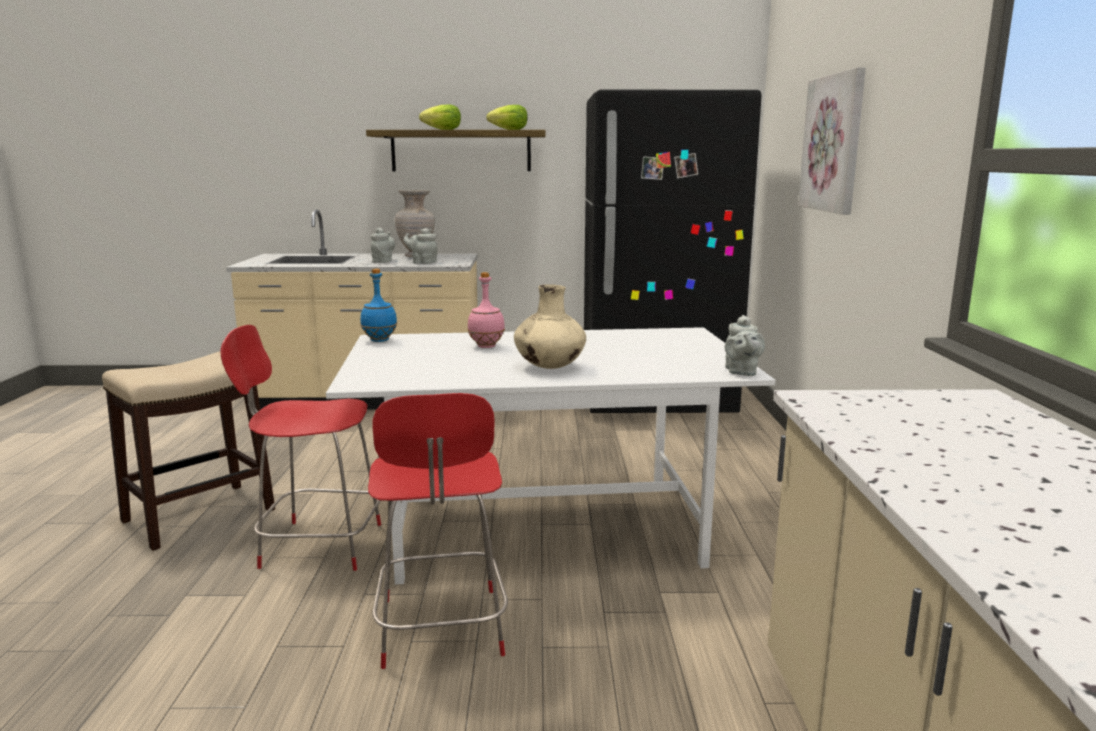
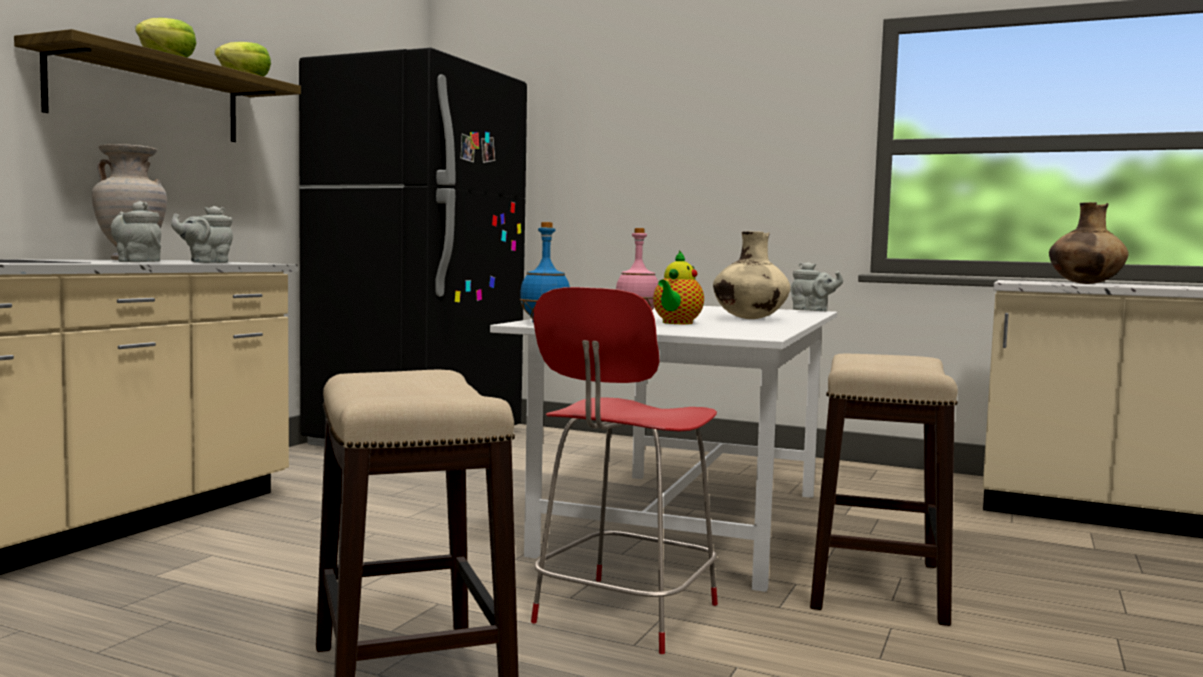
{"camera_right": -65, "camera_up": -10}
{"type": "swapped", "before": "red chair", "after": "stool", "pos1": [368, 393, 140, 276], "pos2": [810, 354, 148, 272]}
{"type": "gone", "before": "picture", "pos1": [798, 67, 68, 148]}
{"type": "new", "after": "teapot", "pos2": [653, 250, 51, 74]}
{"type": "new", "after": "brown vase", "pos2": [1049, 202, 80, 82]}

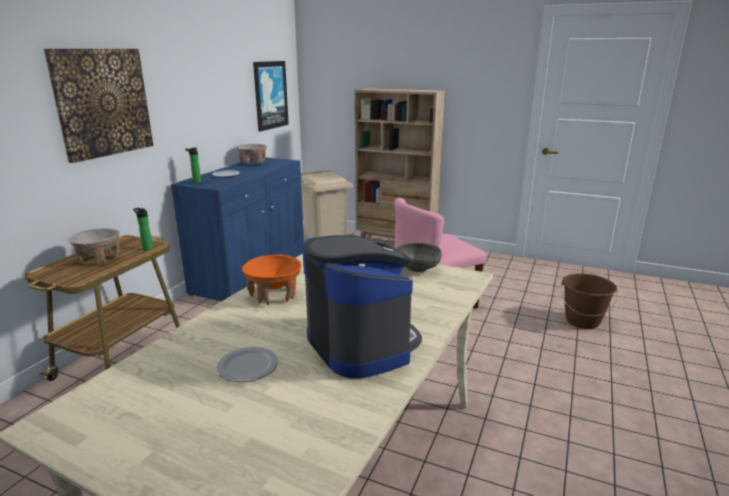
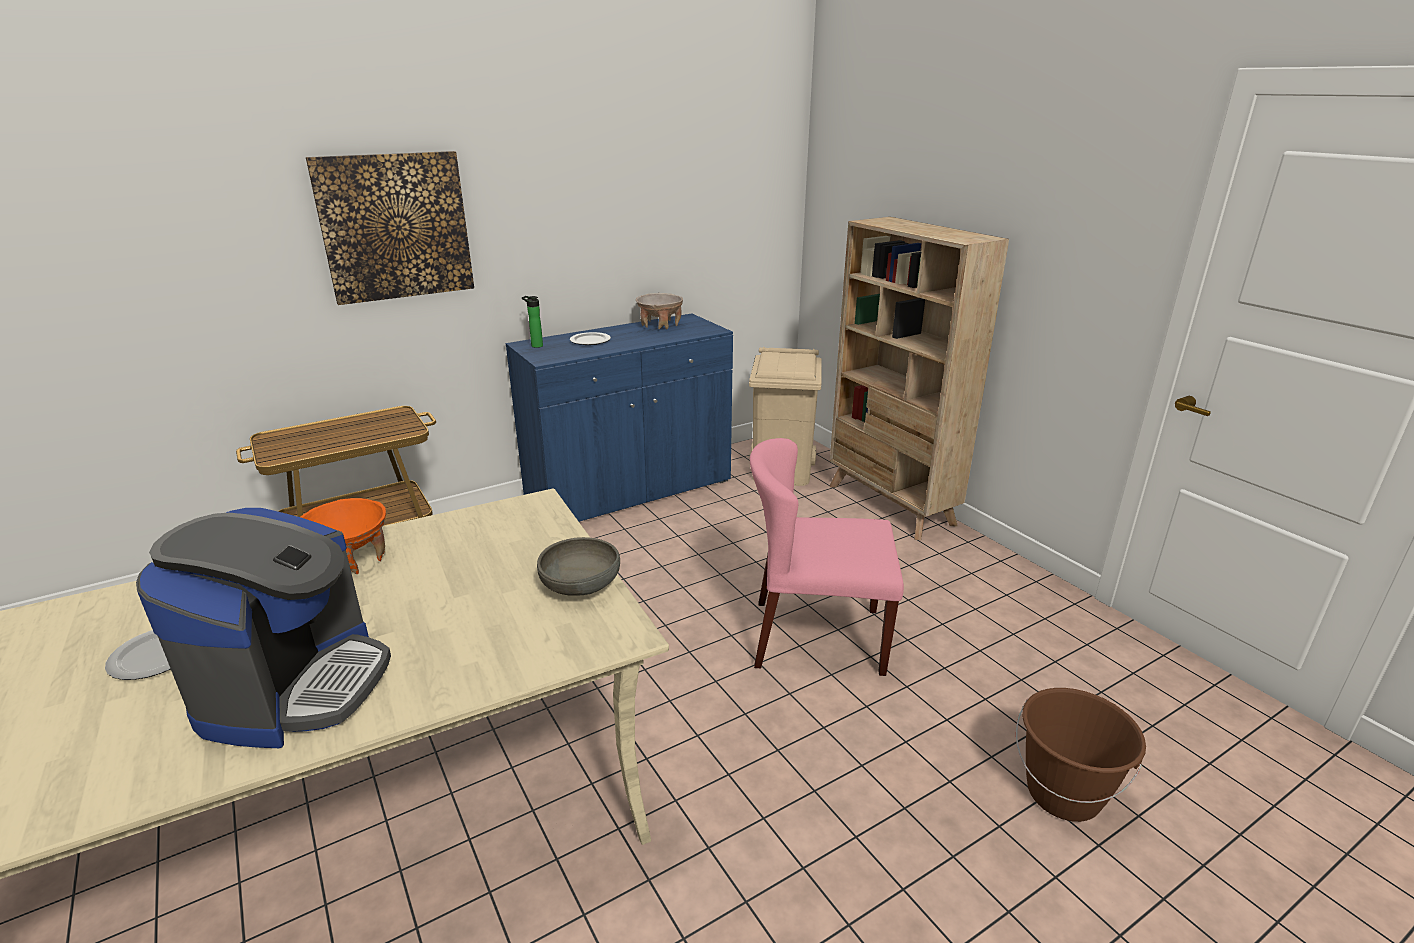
{"camera_right": 35, "camera_up": 5}
{"type": "gone", "before": "beige bowl", "pos1": [69, 228, 51, 37]}
{"type": "gone", "before": "bottle", "pos1": [133, 208, 20, 43]}
{"type": "gone", "before": "picture", "pos1": [253, 61, 36, 71]}

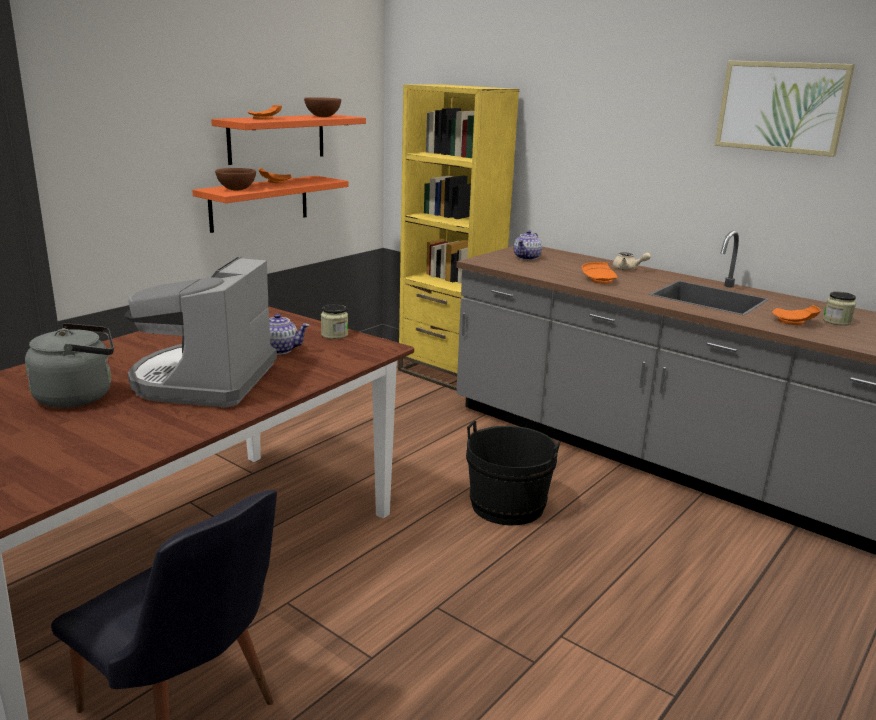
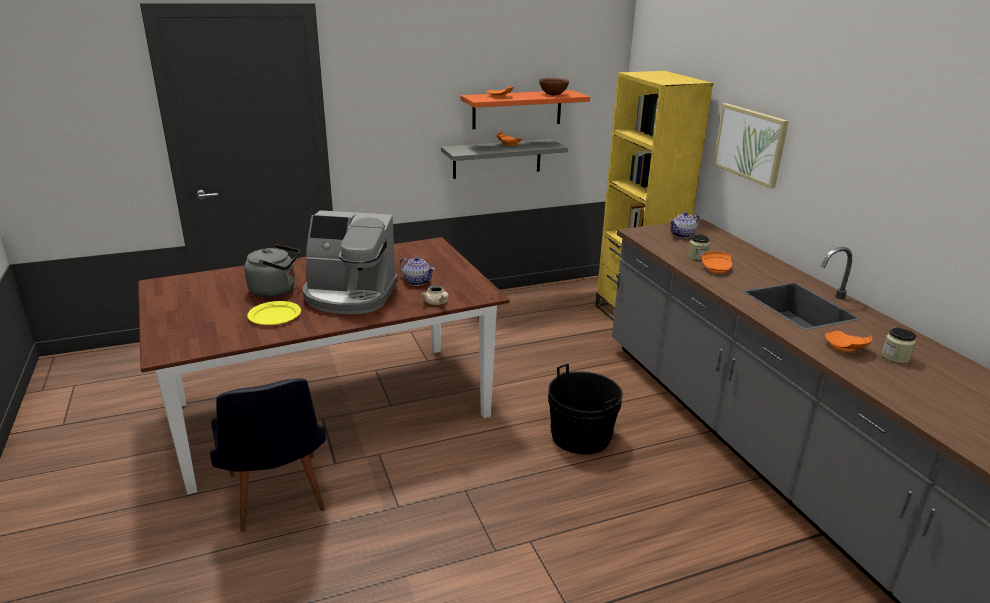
{"camera_right": 30, "camera_up": 5}
{"type": "rotated", "before": "coffee machine", "pos1": [125, 257, 152, 151], "pos2": [303, 210, 95, 104], "turn": -120}
{"type": "repainted", "before": "orange shelf", "after": "grey shelf", "pos1": [192, 175, 157, 58], "pos2": [441, 139, 127, 40]}
{"type": "gone", "before": "brown bowl", "pos1": [215, 168, 41, 23]}
{"type": "shifted", "before": "jar", "pos1": [321, 304, 27, 35], "pos2": [688, 234, 22, 27]}
{"type": "shifted", "before": "beige teapot", "pos1": [613, 252, 38, 18], "pos2": [421, 285, 28, 20]}
{"type": "shifted", "before": "picture", "pos1": [715, 61, 140, 96], "pos2": [713, 103, 76, 86]}
{"type": "new", "after": "yellow plate", "pos2": [247, 301, 54, 24]}

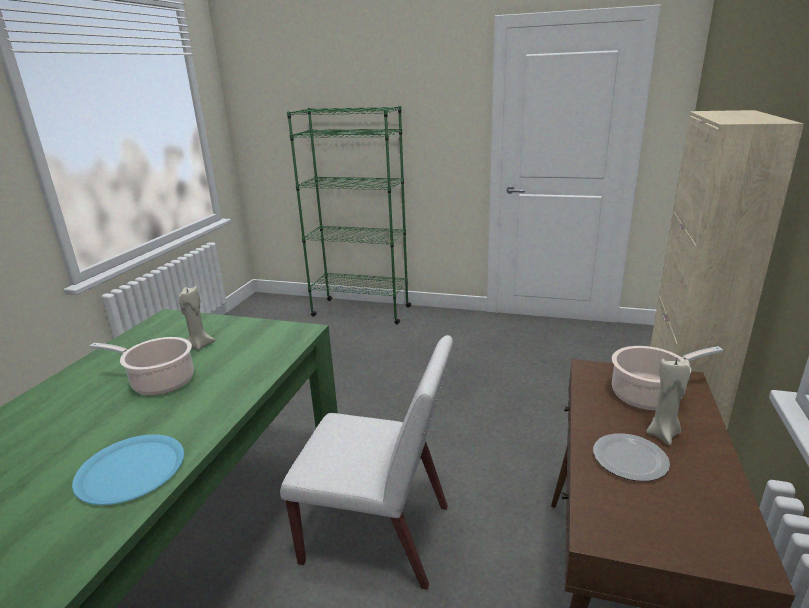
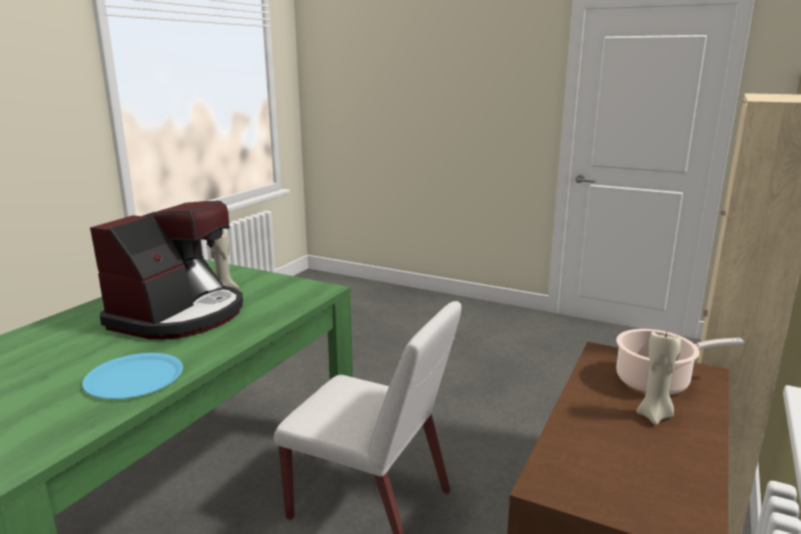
{"camera_right": 10, "camera_up": -5}
{"type": "swapped", "before": "cooking pot", "after": "coffee machine", "pos1": [90, 337, 104, 58], "pos2": [90, 201, 153, 138]}
{"type": "gone", "before": "green bookcase", "pos1": [287, 106, 124, 218]}
{"type": "gone", "before": "plate", "pos1": [593, 433, 77, 48]}

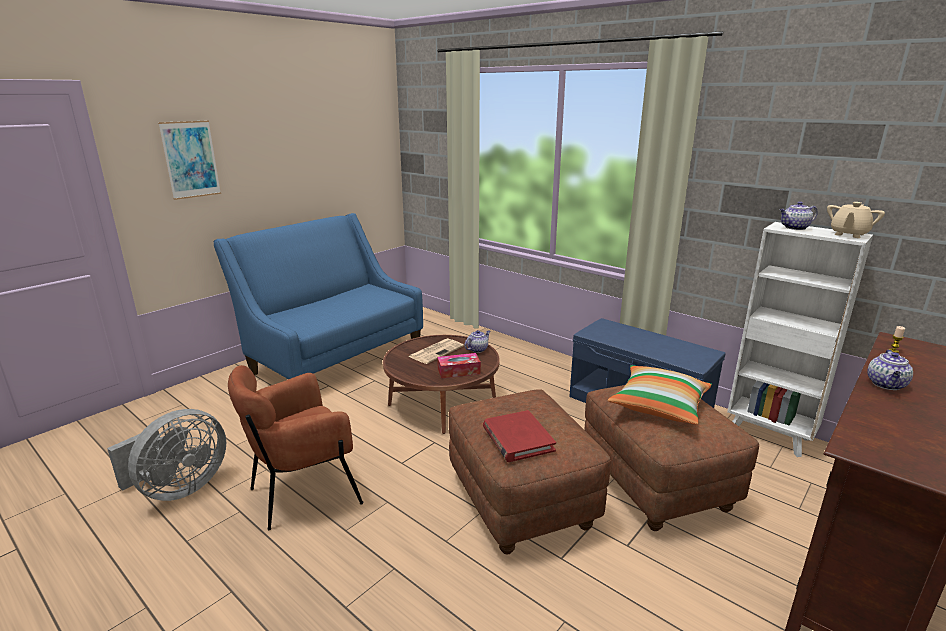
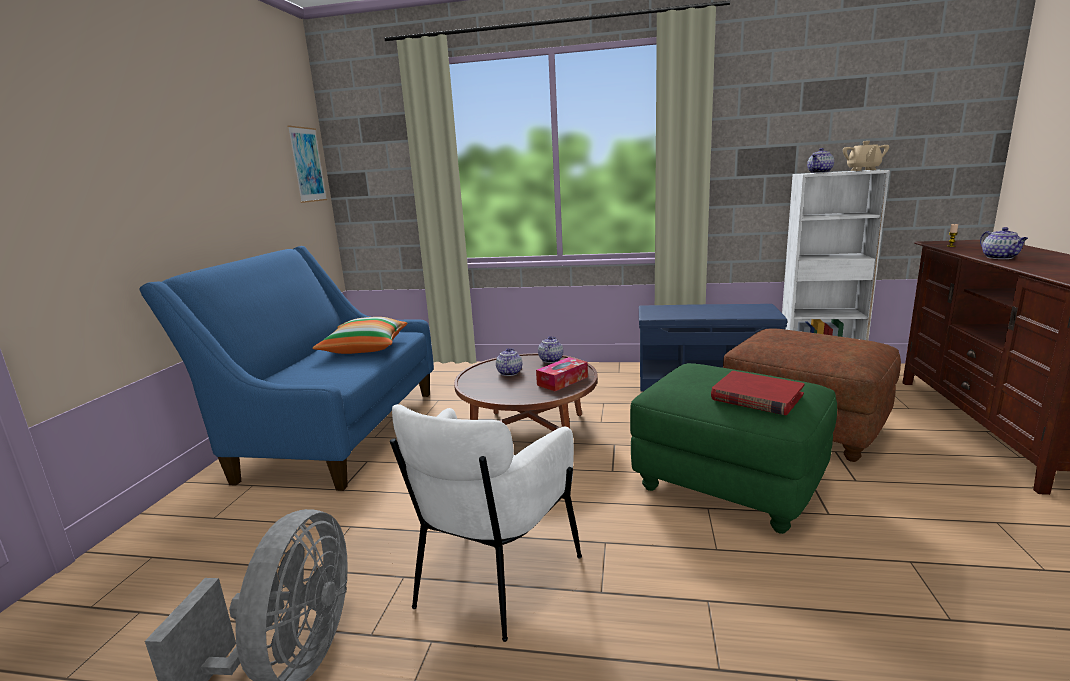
{"camera_right": -30, "camera_up": -5}
{"type": "shifted", "before": "picture", "pos1": [158, 120, 63, 80], "pos2": [287, 126, 40, 77]}
{"type": "repainted", "before": "brown armchair", "after": "white armchair", "pos1": [228, 365, 135, 165], "pos2": [390, 404, 192, 238]}
{"type": "swapped", "before": "newspaper", "after": "teapot", "pos1": [408, 338, 56, 26], "pos2": [496, 348, 26, 28]}
{"type": "repainted", "before": "brown ottoman", "after": "green ottoman", "pos1": [449, 389, 162, 166], "pos2": [630, 363, 207, 171]}
{"type": "shifted", "before": "pillow", "pos1": [608, 365, 104, 60], "pos2": [313, 317, 95, 37]}

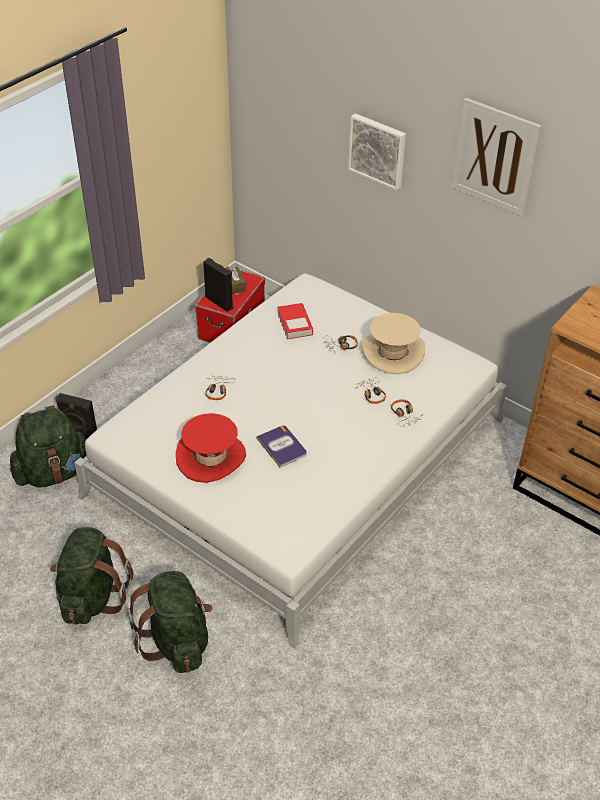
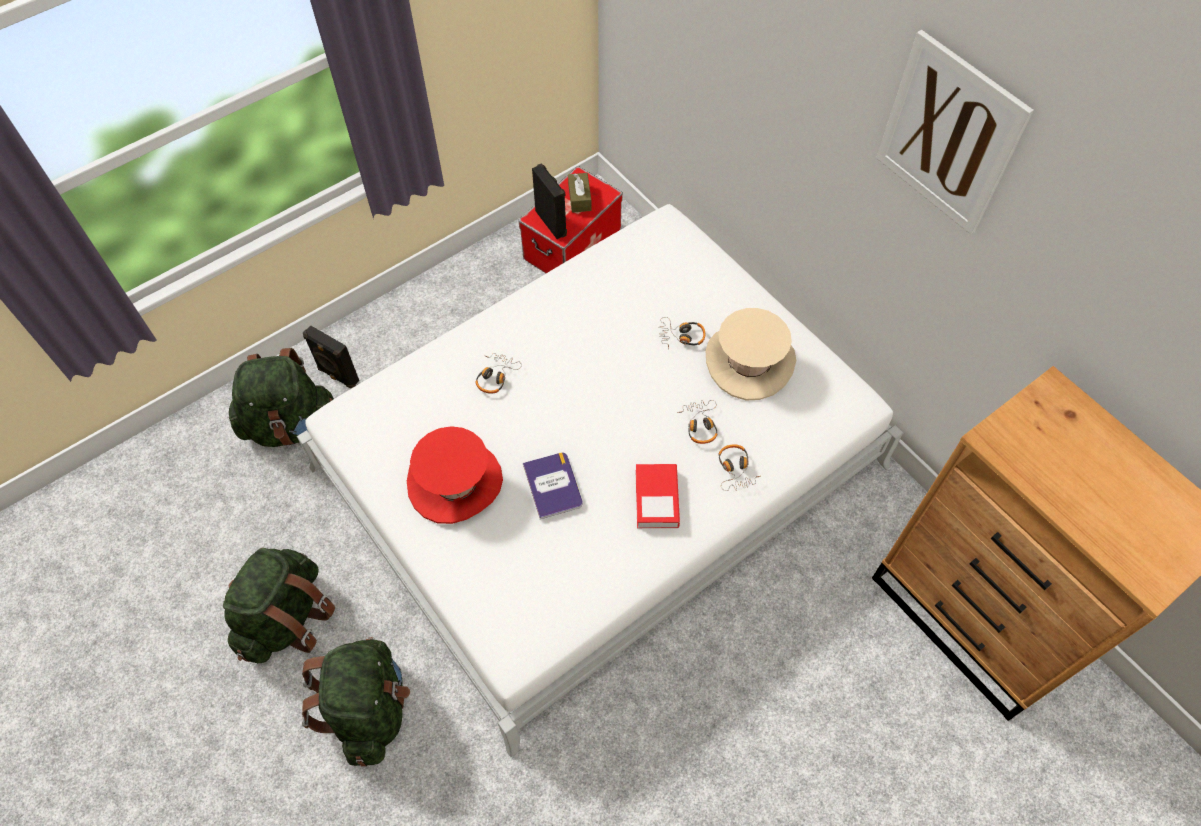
{"camera_right": 15, "camera_up": 15}
{"type": "shifted", "before": "book", "pos1": [277, 303, 36, 36], "pos2": [636, 464, 44, 64]}
{"type": "gone", "before": "picture", "pos1": [348, 113, 58, 77]}

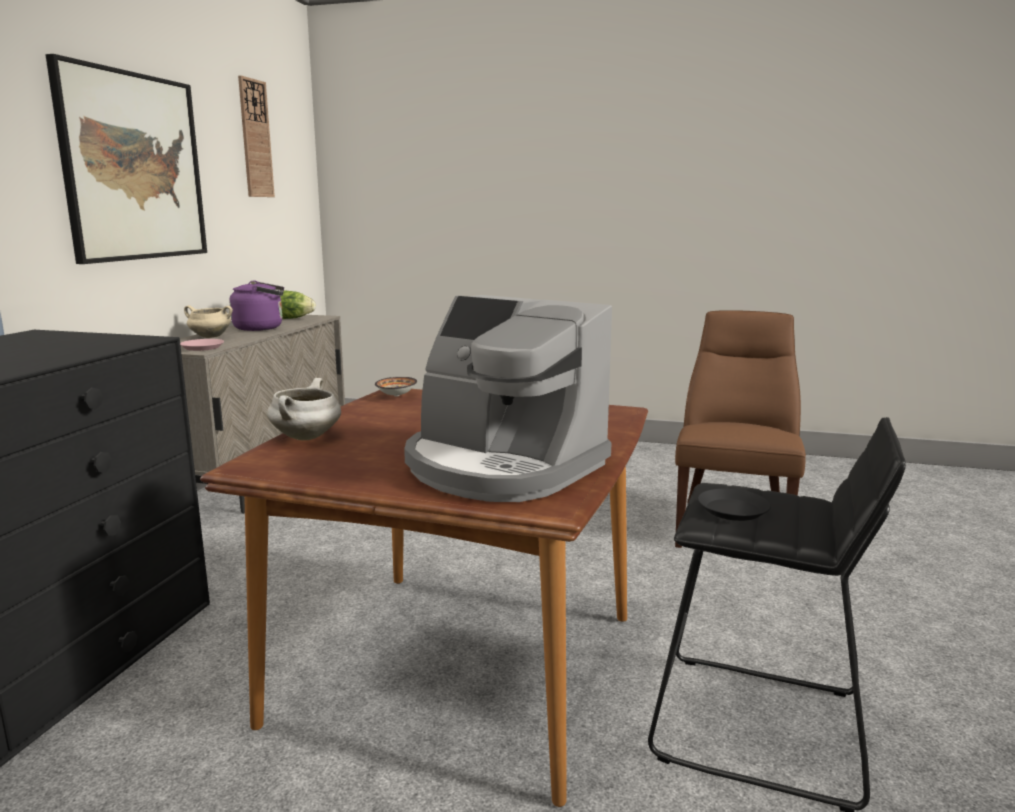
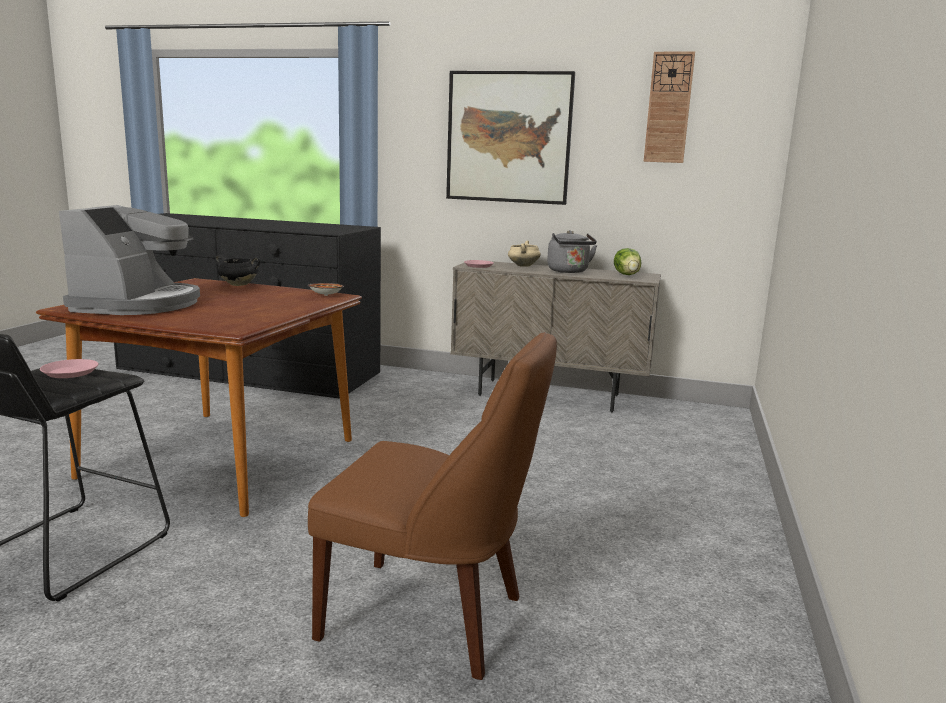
{"camera_right": 90, "camera_up": 0}
{"type": "repainted", "before": "purple kettle", "after": "grey kettle", "pos1": [229, 280, 55, 51], "pos2": [547, 230, 50, 43]}
{"type": "repainted", "before": "white cooking pot", "after": "black cooking pot", "pos1": [267, 378, 74, 62], "pos2": [215, 255, 46, 31]}
{"type": "rotated", "before": "coffee machine", "pos1": [404, 295, 208, 207], "pos2": [59, 205, 141, 110], "turn": 150}
{"type": "repainted", "before": "black plate", "after": "pink plate", "pos1": [698, 488, 73, 33], "pos2": [40, 359, 59, 19]}

